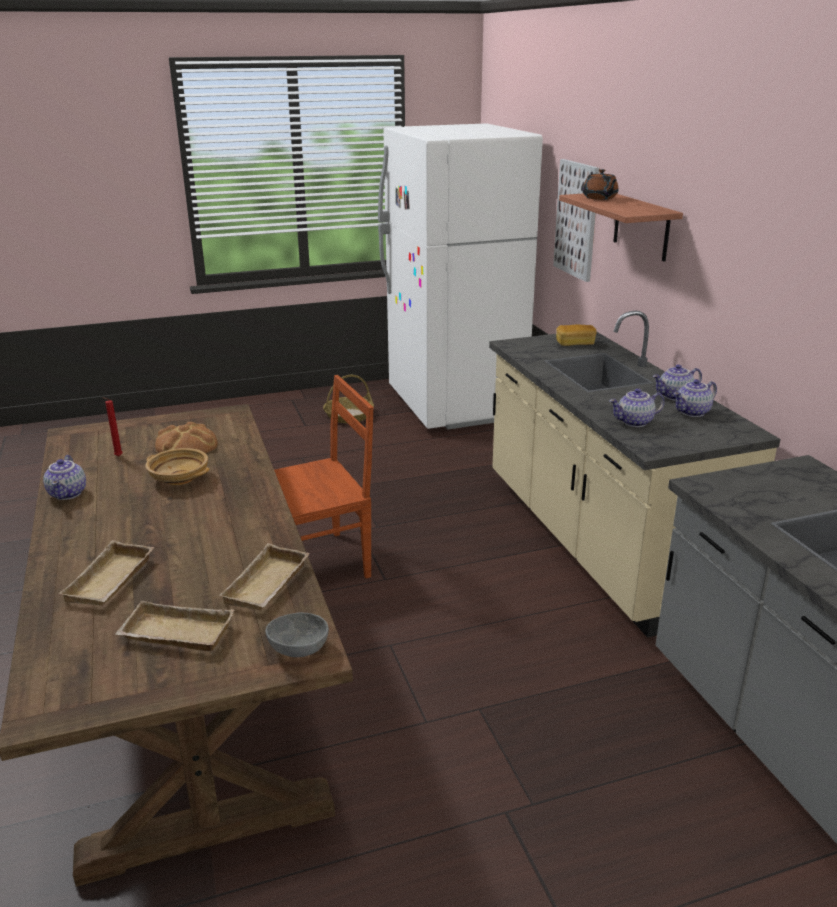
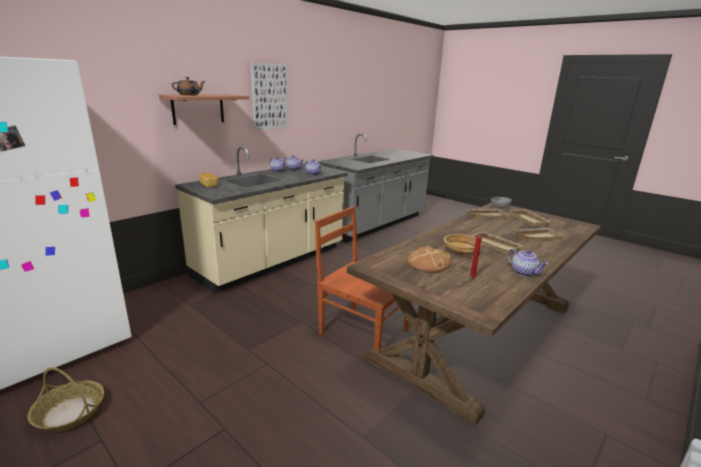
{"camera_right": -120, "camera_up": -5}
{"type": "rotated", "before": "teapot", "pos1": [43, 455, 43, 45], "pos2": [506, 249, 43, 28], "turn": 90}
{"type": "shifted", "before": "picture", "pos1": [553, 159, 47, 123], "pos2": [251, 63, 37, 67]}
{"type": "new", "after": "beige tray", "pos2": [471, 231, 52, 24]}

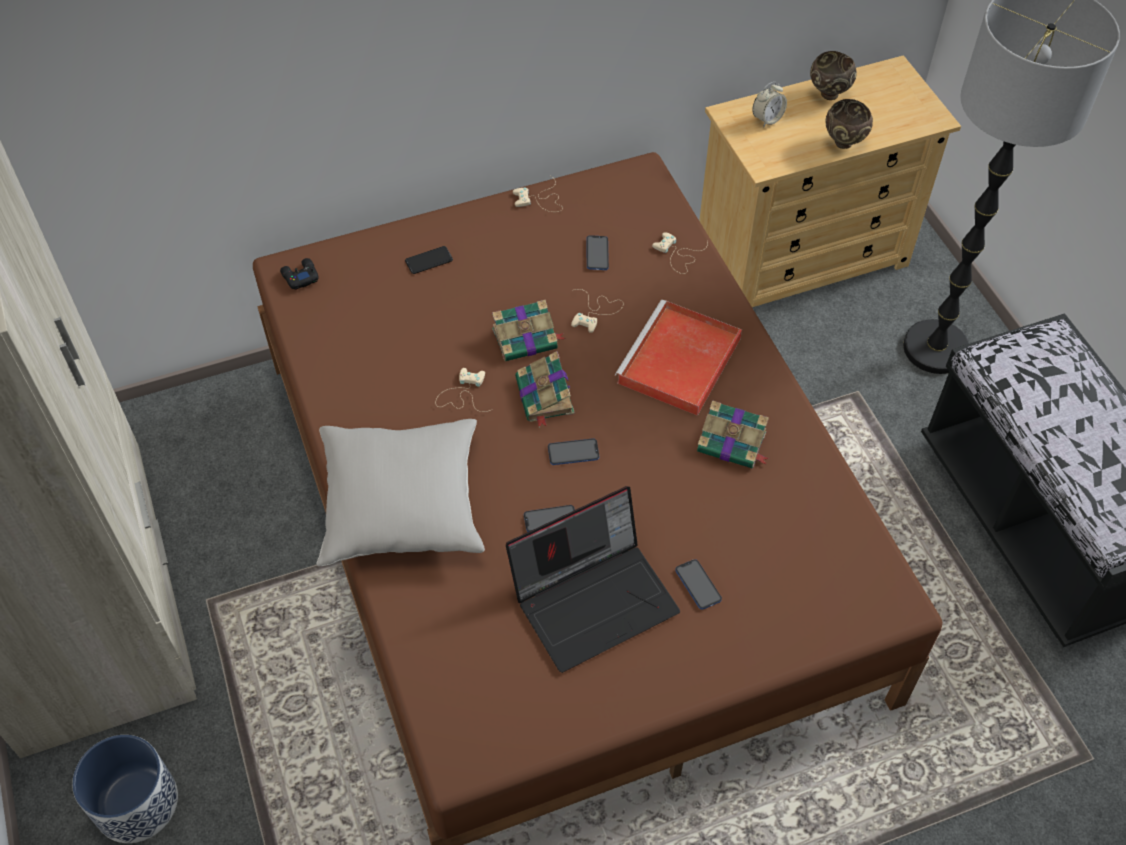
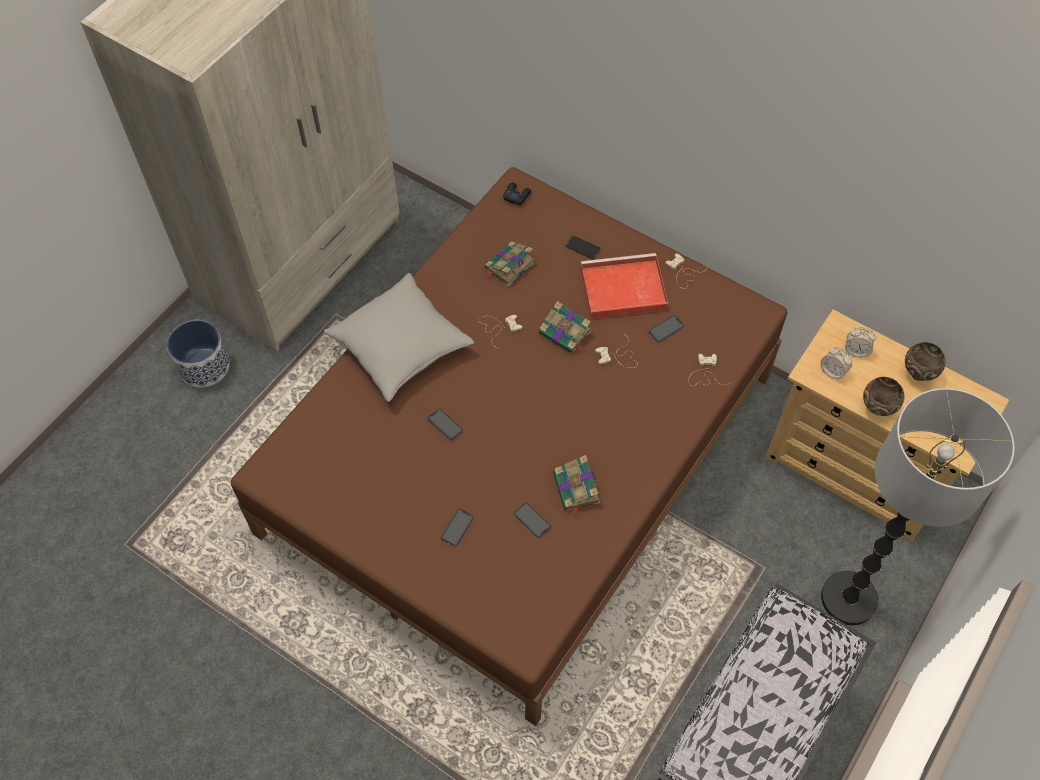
{"camera_right": 55, "camera_up": 5}
{"type": "gone", "before": "laptop", "pos1": [506, 486, 174, 187]}
{"type": "shifted", "before": "book", "pos1": [515, 351, 60, 76], "pos2": [484, 242, 51, 45]}
{"type": "shifted", "before": "phone", "pos1": [548, 438, 51, 27], "pos2": [514, 502, 37, 36]}
{"type": "shifted", "before": "red tray", "pos1": [615, 300, 127, 116], "pos2": [580, 253, 88, 66]}
{"type": "new", "after": "alarm clock", "pos2": [820, 347, 32, 32]}

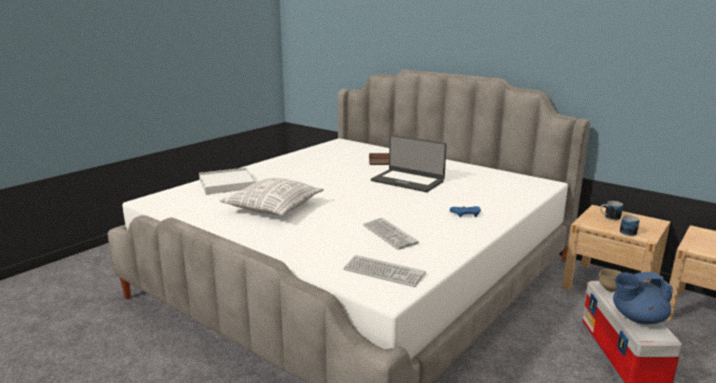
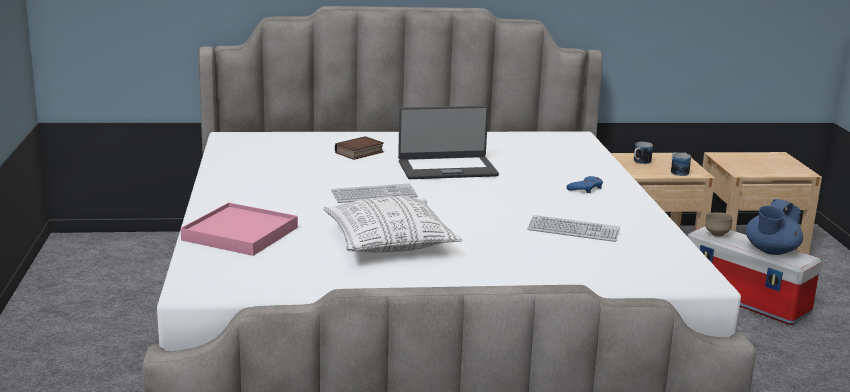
{"camera_right": -45, "camera_up": 0}
{"type": "repainted", "before": "white tray", "after": "pink tray", "pos1": [199, 168, 57, 27], "pos2": [180, 202, 118, 54]}
{"type": "shifted", "before": "keyboard", "pos1": [343, 255, 83, 32], "pos2": [331, 183, 87, 20]}

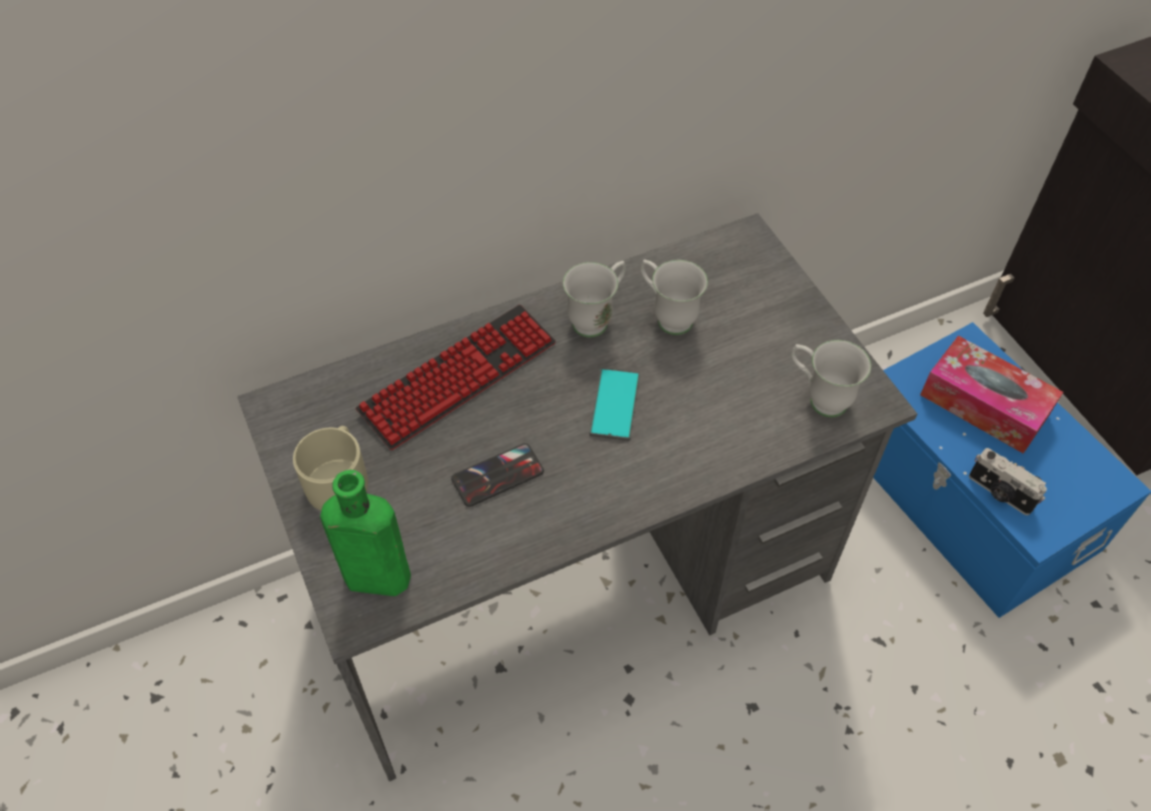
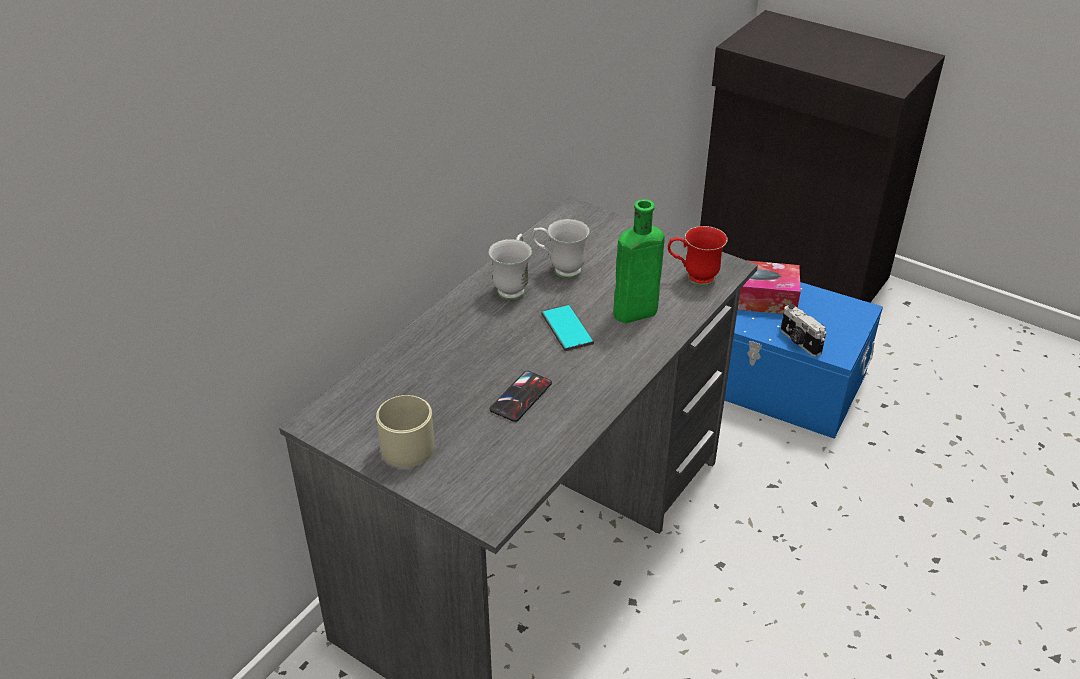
{"camera_right": -30, "camera_up": -15}
{"type": "shifted", "before": "green bottle", "pos1": [320, 470, 91, 126], "pos2": [613, 199, 52, 124]}
{"type": "gone", "before": "keyboard", "pos1": [356, 305, 200, 145]}
{"type": "repainted", "before": "white mug", "after": "red mug", "pos1": [791, 340, 80, 77], "pos2": [668, 226, 60, 60]}
{"type": "rotated", "before": "photo camera", "pos1": [969, 448, 78, 67], "pos2": [781, 304, 45, 53], "turn": 45}

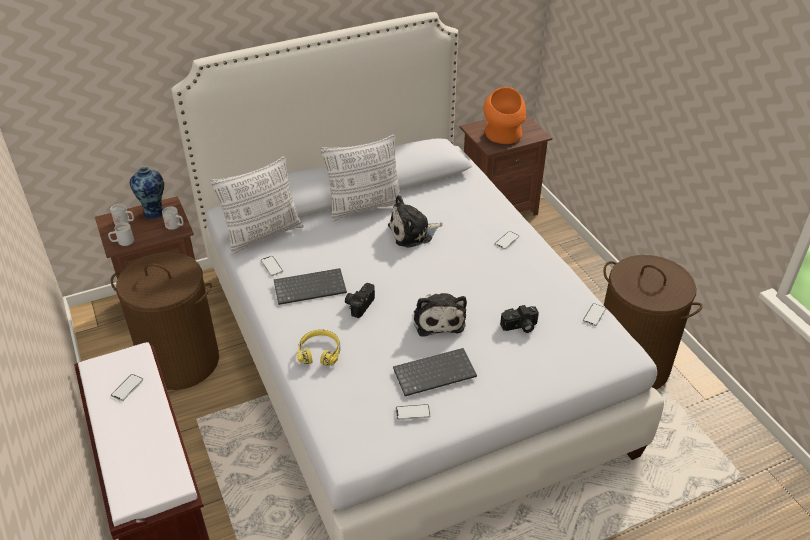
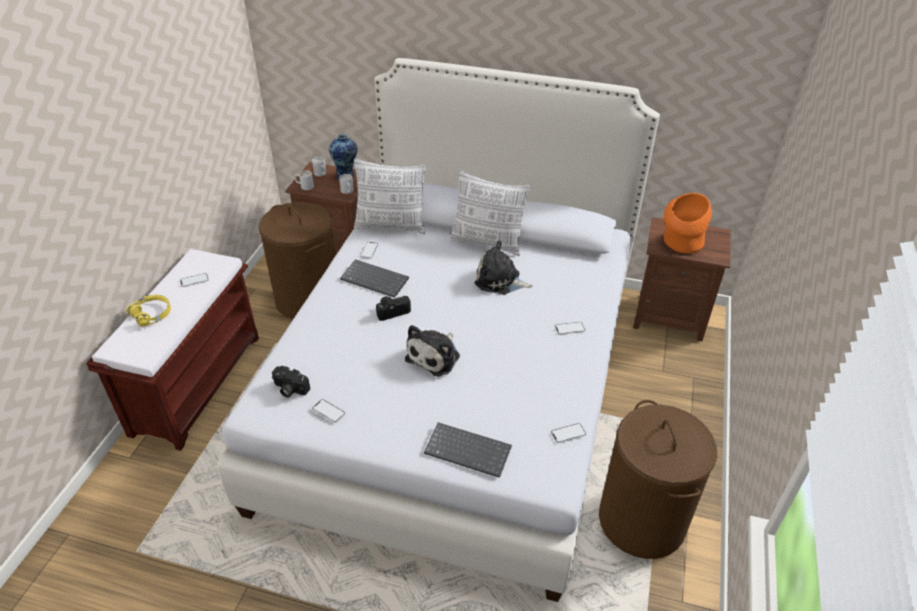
{"camera_right": 40, "camera_up": 0}
{"type": "shifted", "before": "yellow headphones", "pos1": [297, 329, 43, 36], "pos2": [126, 295, 45, 32]}
{"type": "shifted", "before": "keyboard", "pos1": [393, 348, 84, 48], "pos2": [424, 422, 88, 56]}
{"type": "shifted", "before": "photo camera", "pos1": [500, 305, 39, 28], "pos2": [272, 366, 38, 32]}

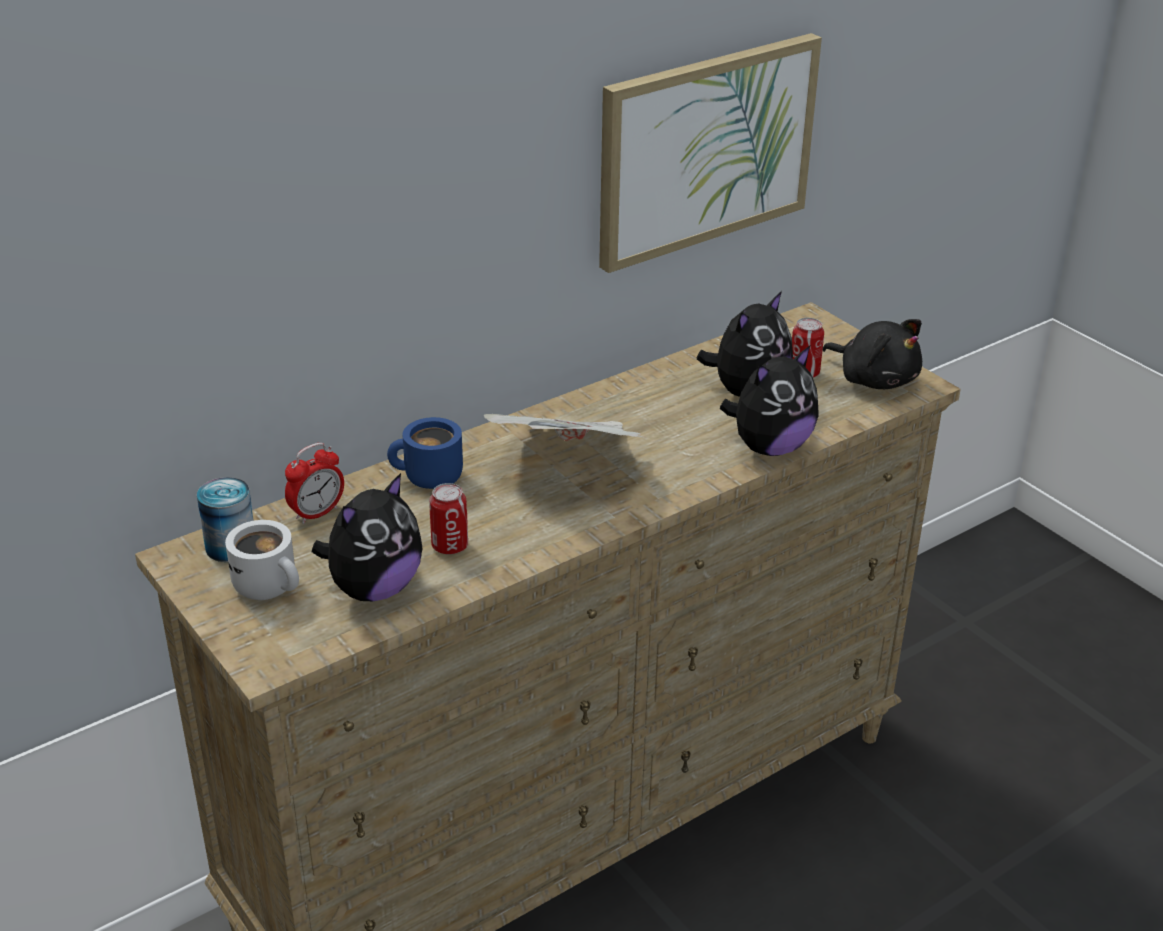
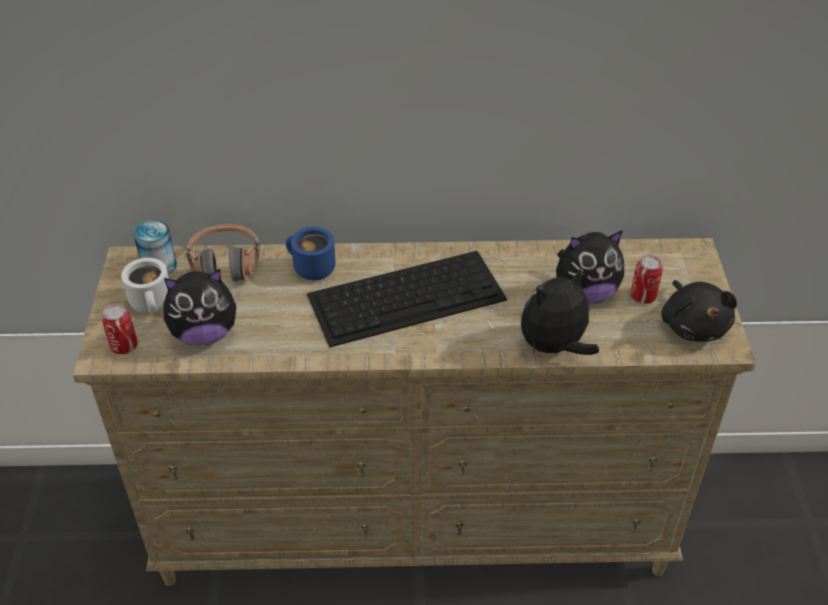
{"camera_right": 35, "camera_up": 10}
{"type": "swapped", "before": "alarm clock", "after": "headphones", "pos1": [285, 443, 59, 81], "pos2": [186, 224, 74, 58]}
{"type": "shifted", "before": "can", "pos1": [429, 483, 39, 71], "pos2": [102, 304, 36, 50]}
{"type": "swapped", "before": "newspaper", "after": "keyboard", "pos1": [484, 414, 161, 27], "pos2": [307, 251, 200, 97]}
{"type": "gone", "before": "picture", "pos1": [599, 33, 223, 240]}
{"type": "rotated", "before": "plush toy", "pos1": [720, 346, 99, 110], "pos2": [521, 268, 78, 88], "turn": 150}

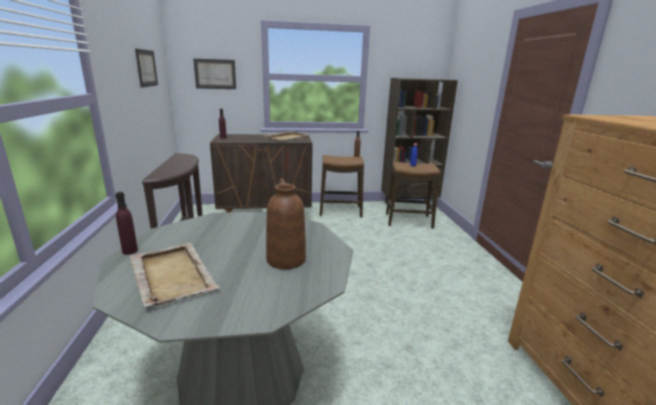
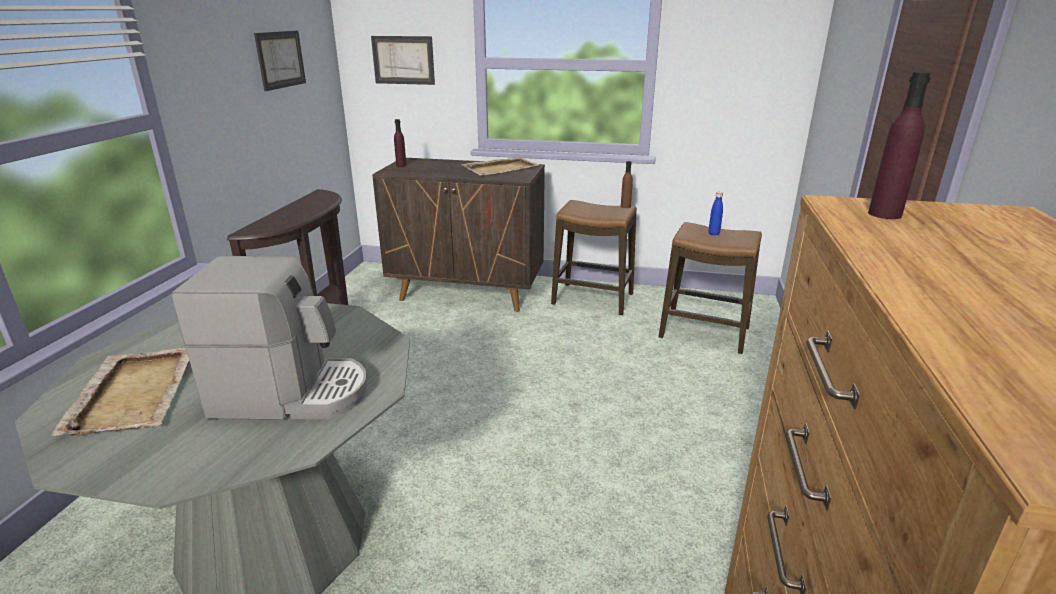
{"camera_right": 20, "camera_up": 5}
{"type": "shifted", "before": "purple bottle", "pos1": [115, 192, 23, 63], "pos2": [868, 72, 63, 147]}
{"type": "swapped", "before": "brown vase", "after": "coffee machine", "pos1": [266, 178, 40, 91], "pos2": [171, 256, 196, 164]}
{"type": "gone", "before": "brown bookcase", "pos1": [381, 78, 77, 126]}

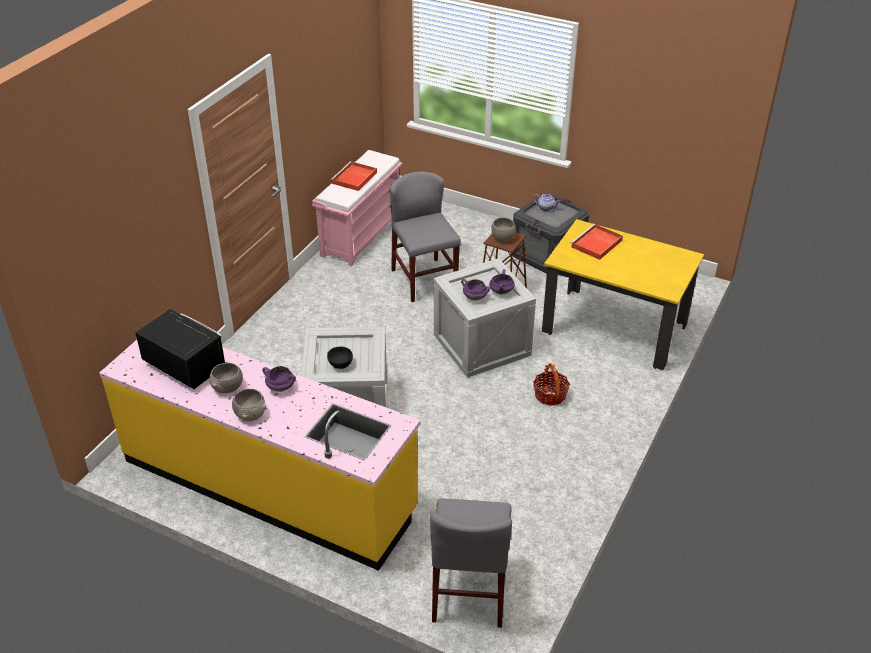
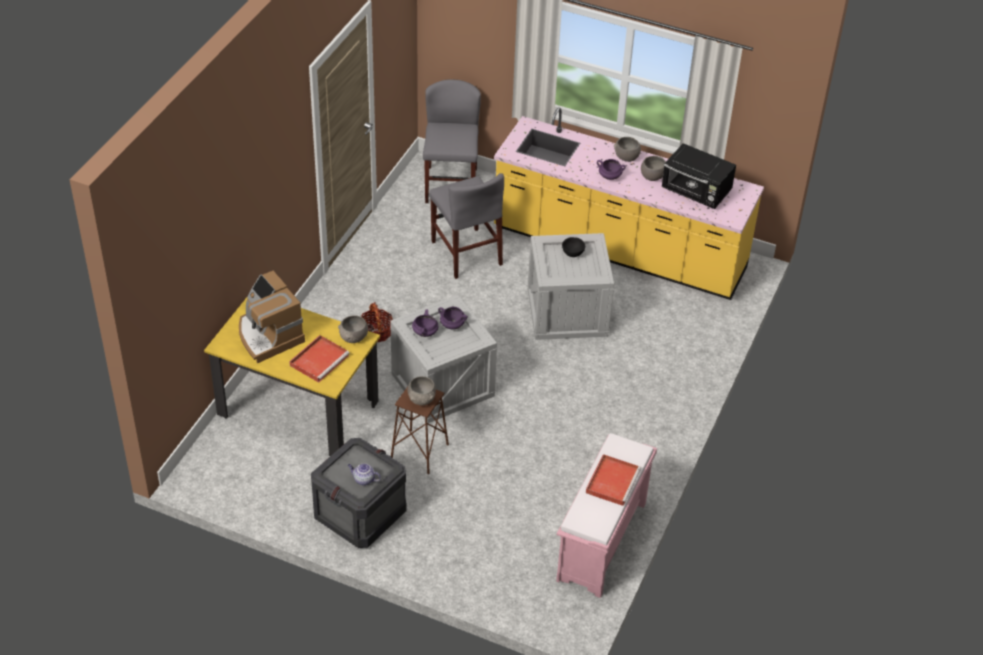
{"camera_right": 175, "camera_up": 5}
{"type": "shifted", "before": "grey chair", "pos1": [390, 171, 71, 131], "pos2": [429, 173, 75, 106]}
{"type": "new", "after": "coffee machine", "pos2": [239, 271, 66, 93]}
{"type": "new", "after": "grey bowl", "pos2": [338, 315, 30, 28]}

